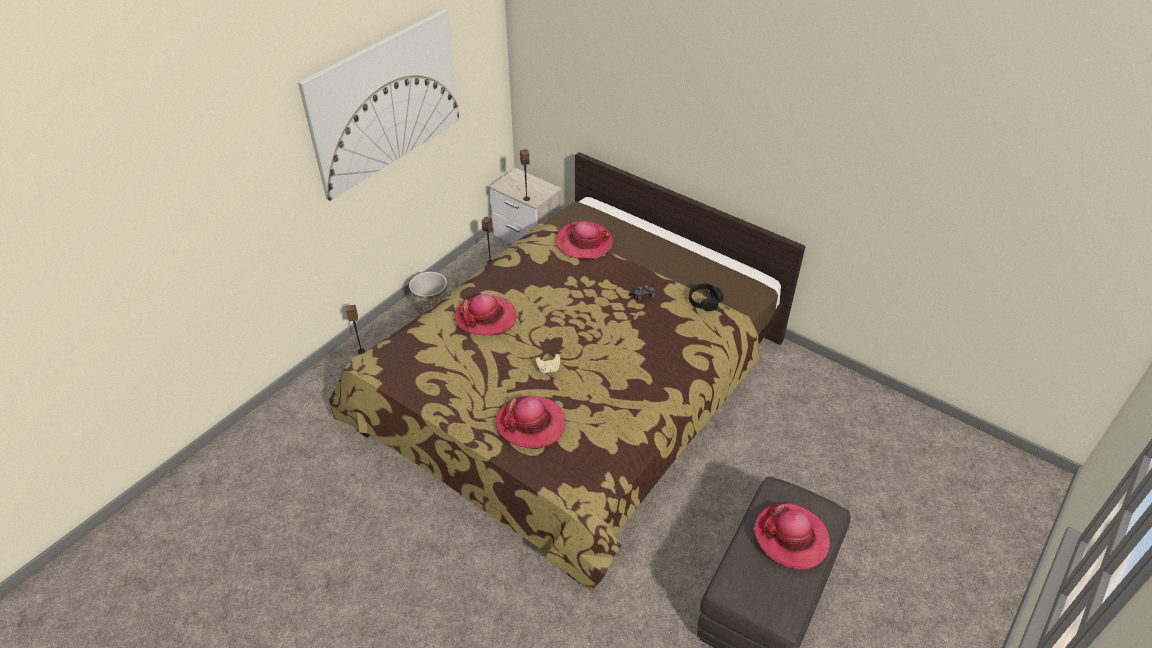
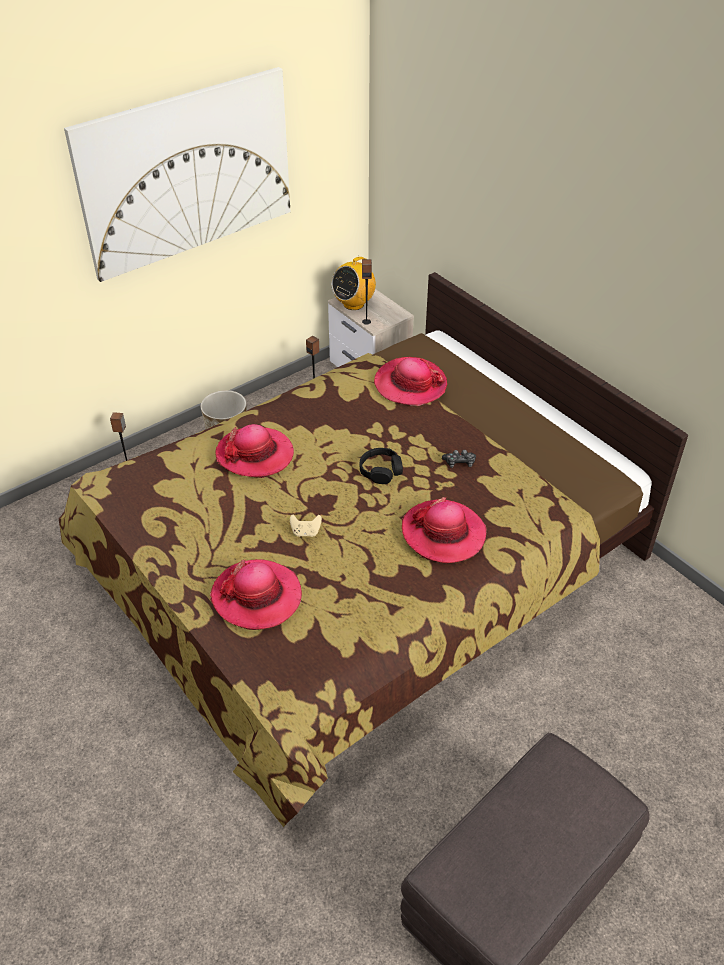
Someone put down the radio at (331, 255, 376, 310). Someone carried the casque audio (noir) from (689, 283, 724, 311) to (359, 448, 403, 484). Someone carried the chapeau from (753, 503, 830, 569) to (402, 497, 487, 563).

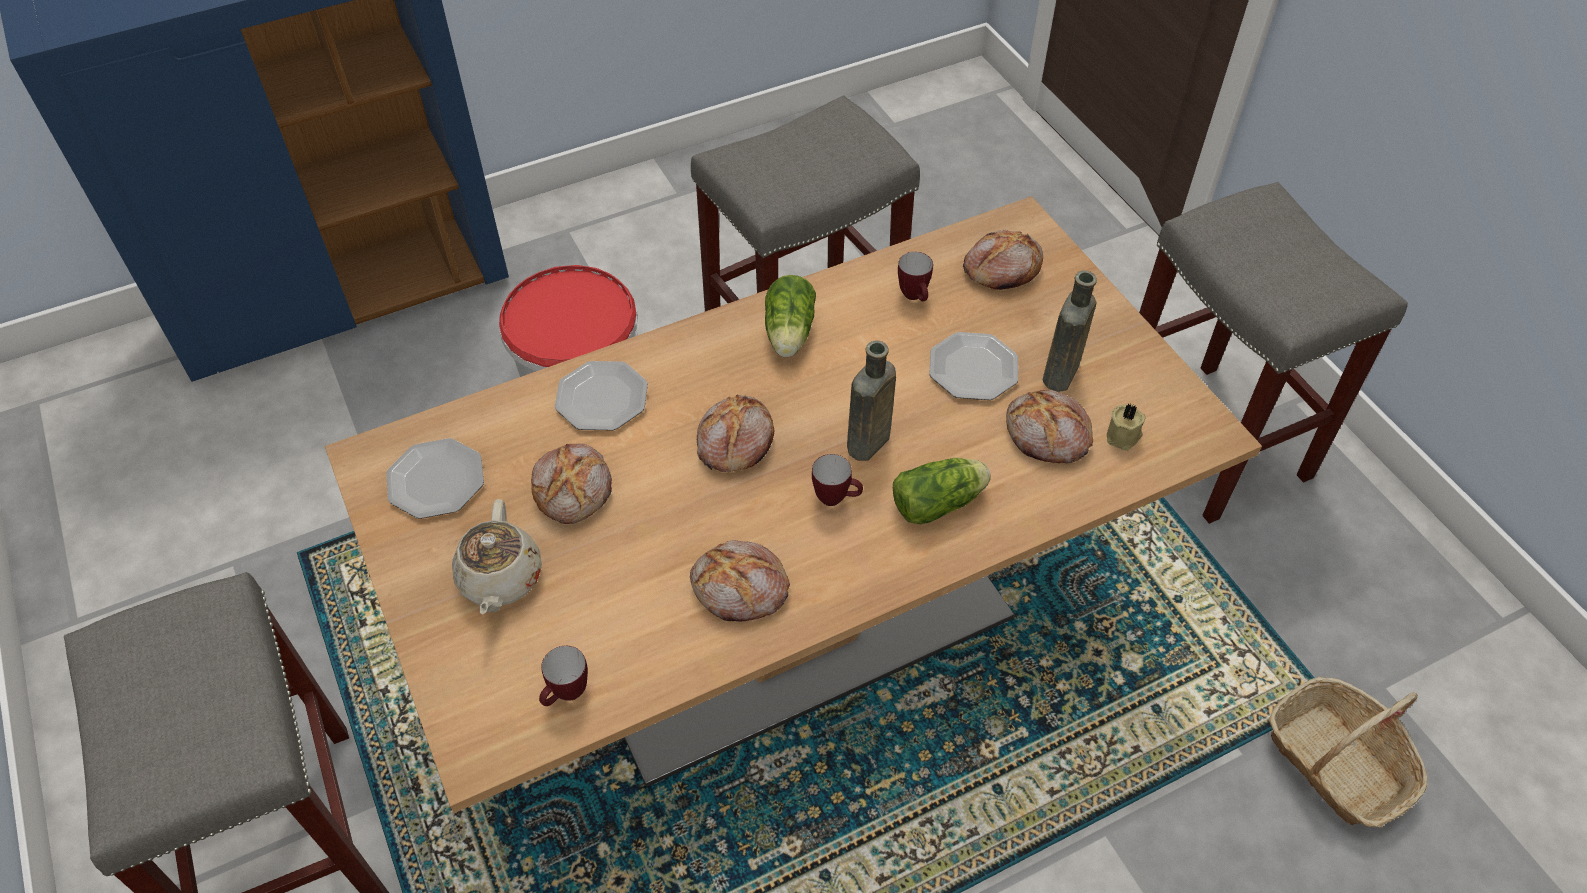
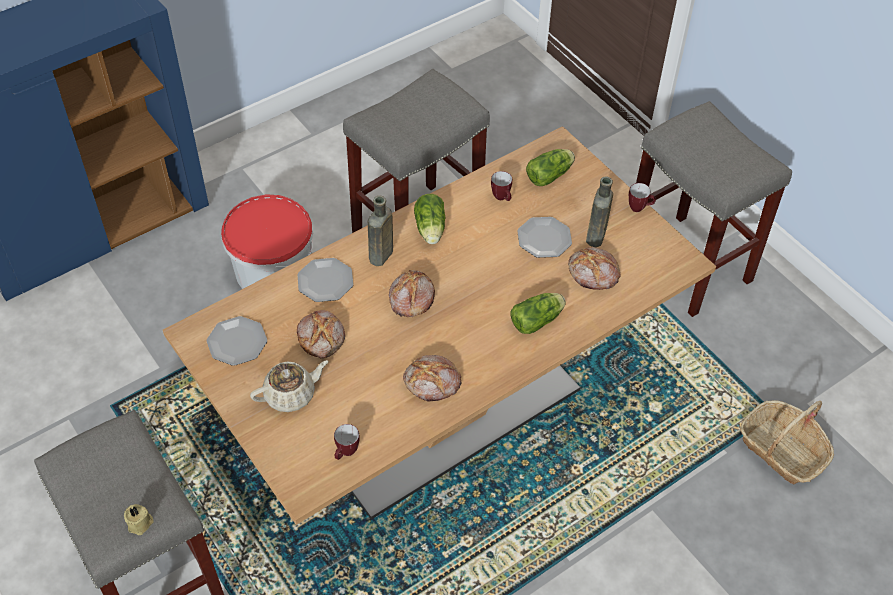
Someone carried the bougie (beige) from (1107, 404, 1146, 451) to (124, 504, 154, 535). Someone rotated the théière (beige) at (452, 499, 542, 615) by 105 degrees counterclockwise. Someone carried the bouteille (marron) from (847, 341, 896, 461) to (368, 196, 393, 266). Someone swapped the pain at (963, 230, 1043, 290) for the laitue at (526, 149, 575, 186). Someone carried the mug from (812, 454, 863, 506) to (629, 183, 656, 212).

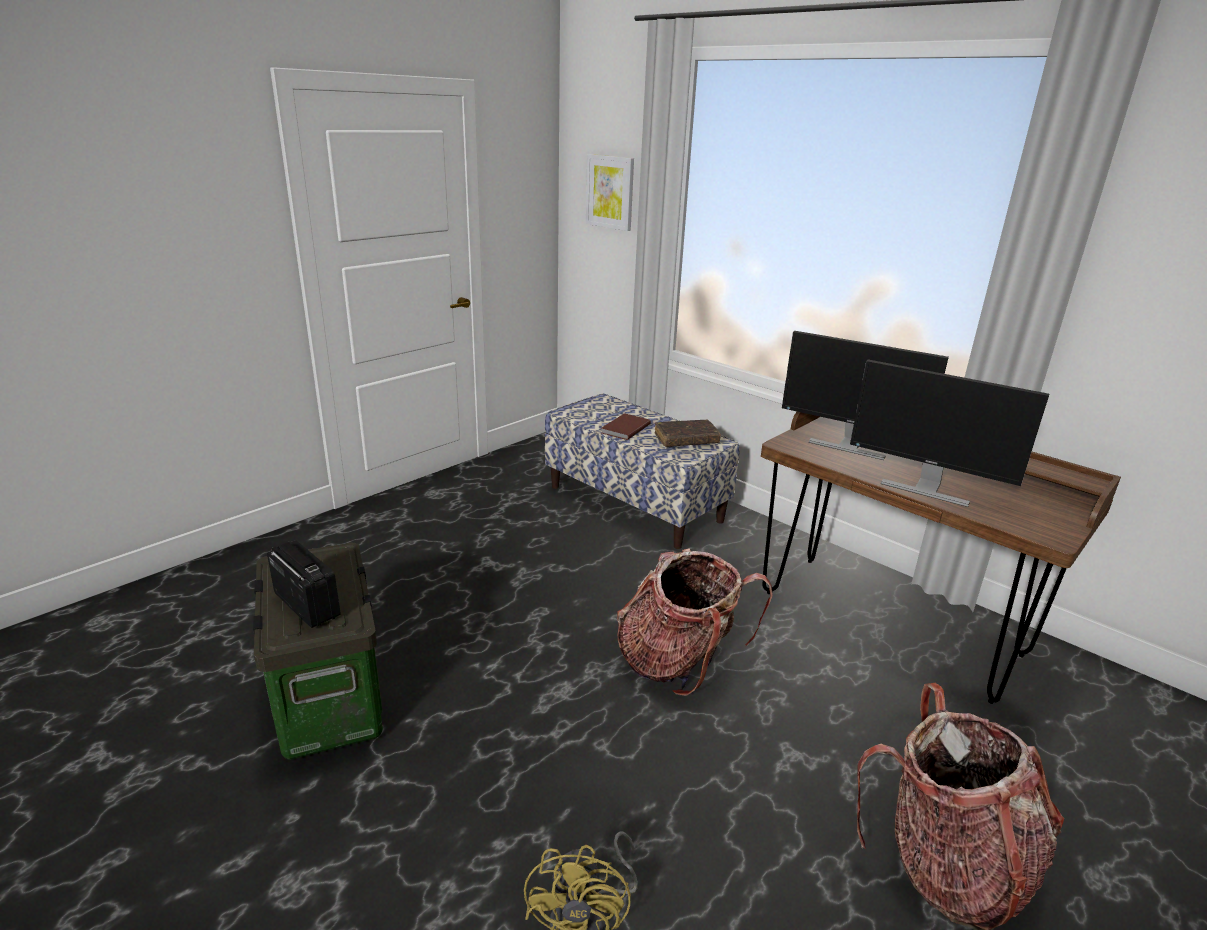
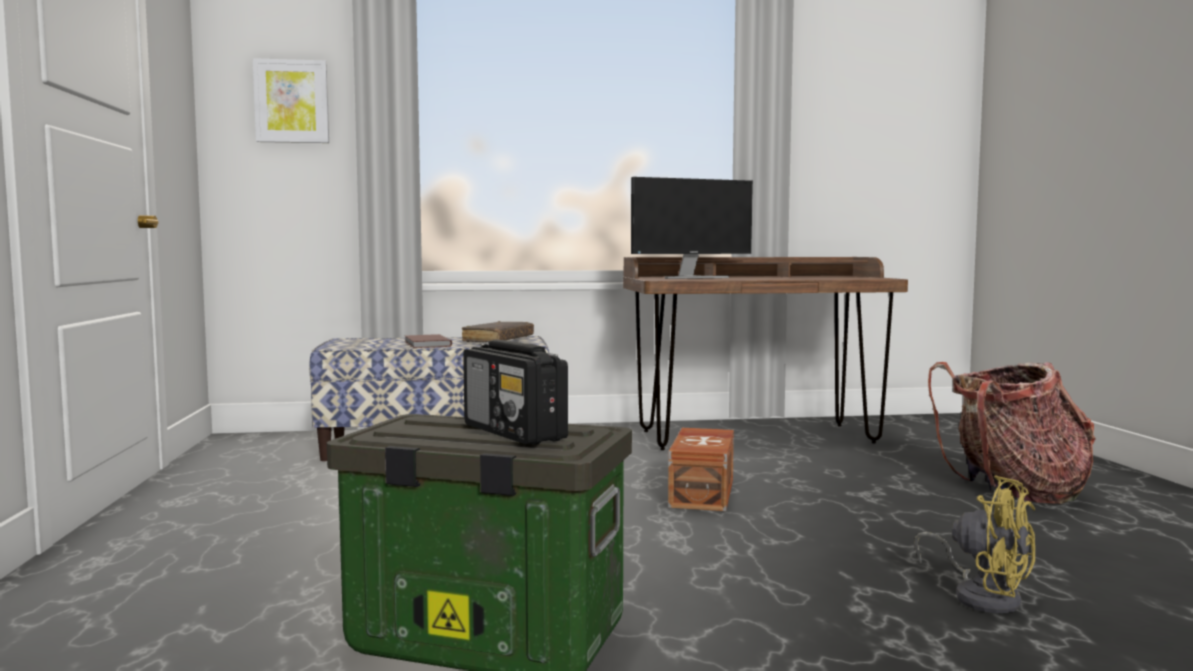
Someone rotated the radio at (267, 540, 341, 628) by 120 degrees counterclockwise. Someone swapped the sac à dos at (617, 548, 773, 696) for the boîte de rangement (marron) at (668, 428, 734, 511). Someone took away the écran d'ordinateur at (850, 359, 1049, 507).

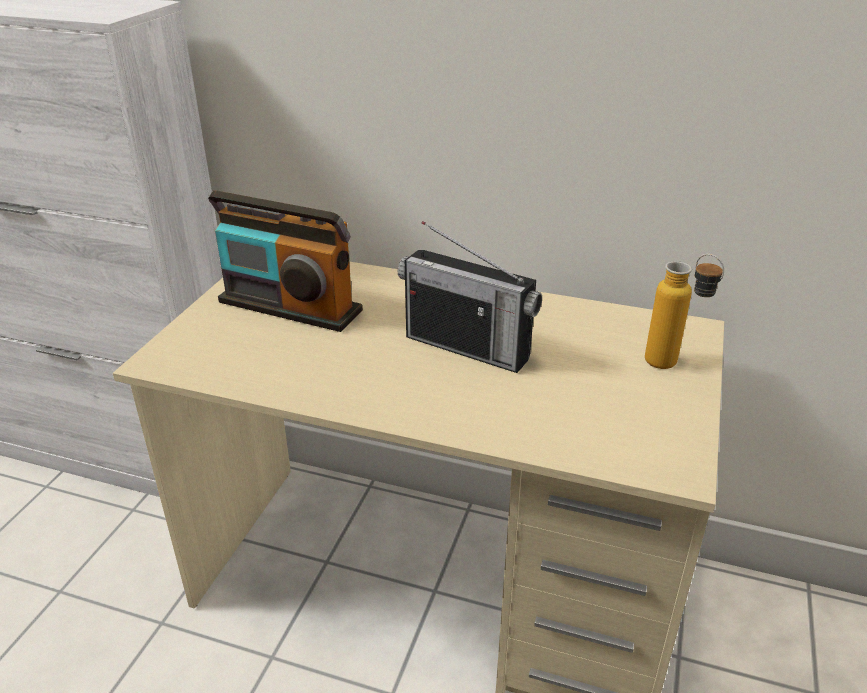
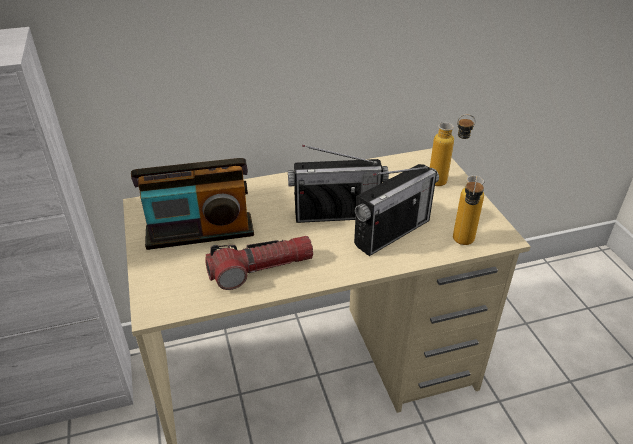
Someone put down the lampe de poche at (205, 236, 313, 290). Someone put down the radio at (354, 164, 439, 256). Someone put down the bouteille at (453, 175, 484, 245).

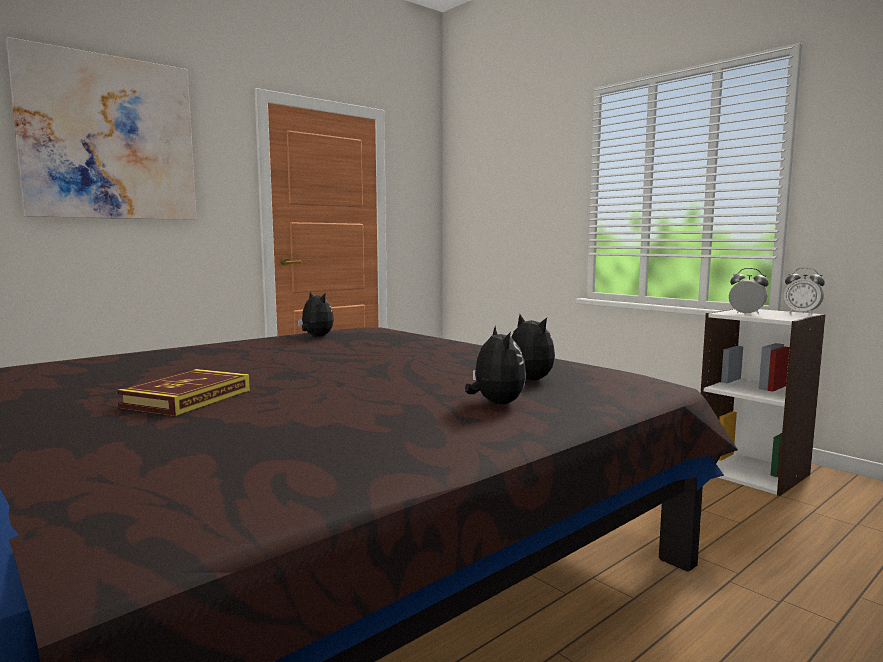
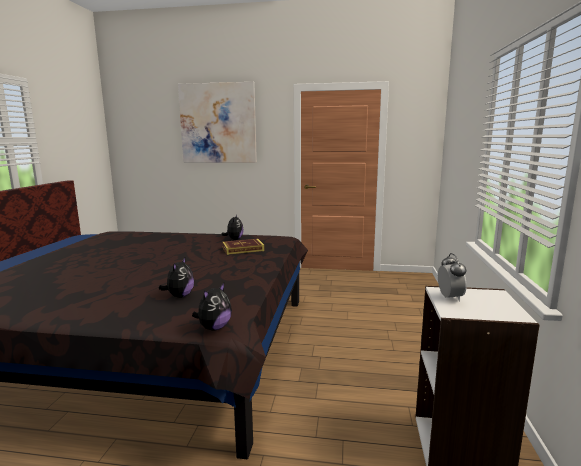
Someone carried the peluche from (465, 325, 526, 404) to (192, 283, 232, 331). Someone carried the livre from (117, 369, 250, 416) to (222, 239, 265, 255). Someone took away the réveil at (784, 267, 825, 315).

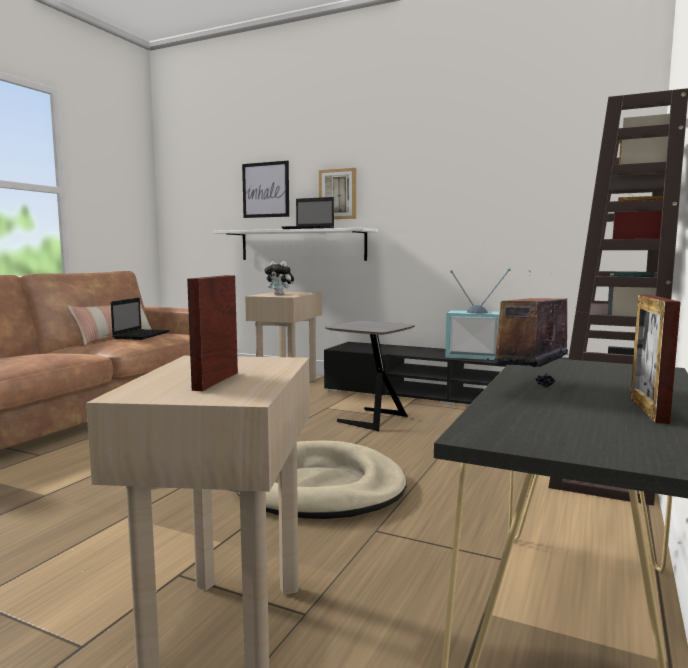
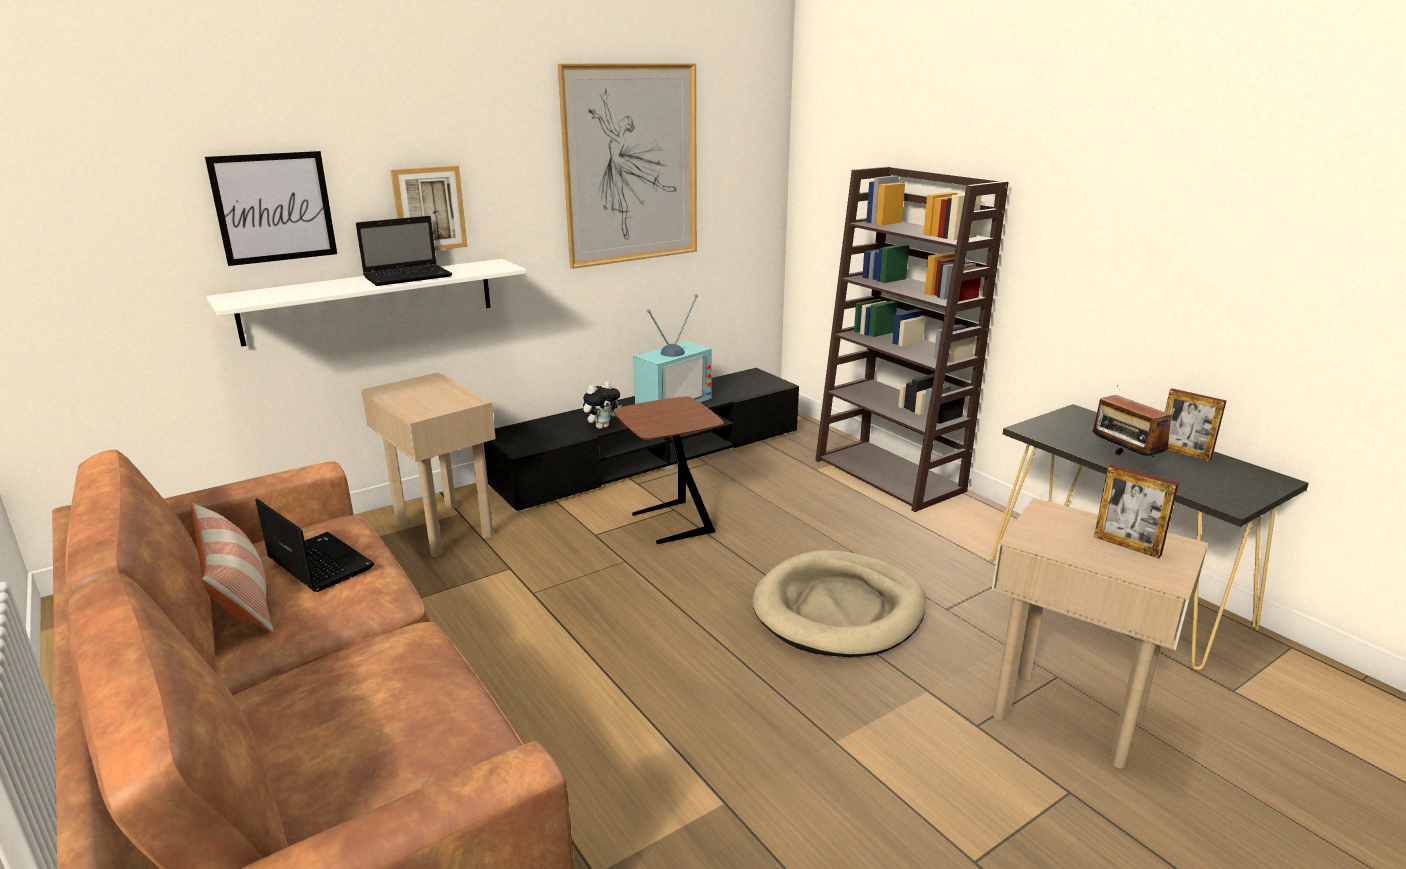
Someone put up the tableau at (558, 63, 697, 269). Someone carried the peluche from (264, 261, 294, 295) to (583, 381, 622, 429). Someone repainted the table d'appoint (gris) at (325, 321, 415, 431), which became the table d'appoint (marron) at (613, 397, 724, 544).

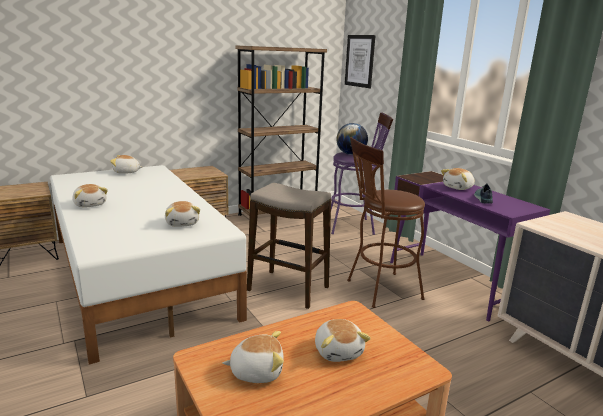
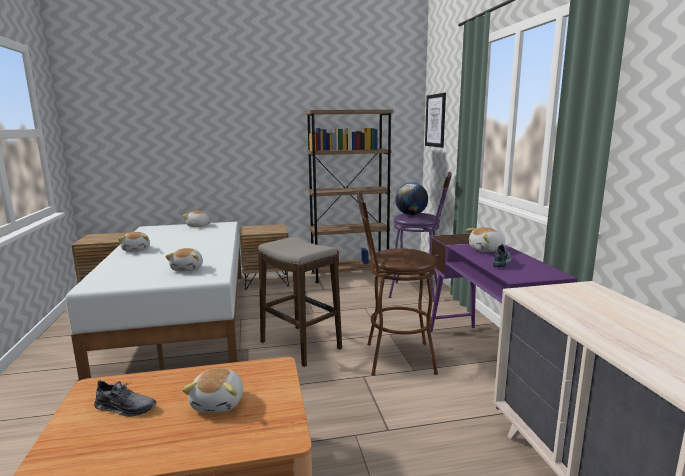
Someone swapped the peluche at (222, 331, 284, 383) for the chaussure (gris) at (94, 380, 156, 417).

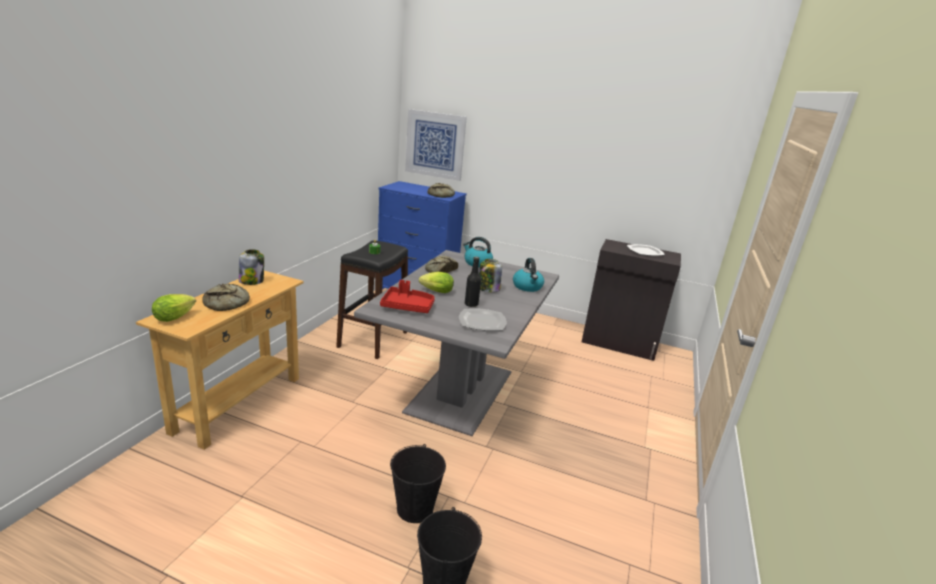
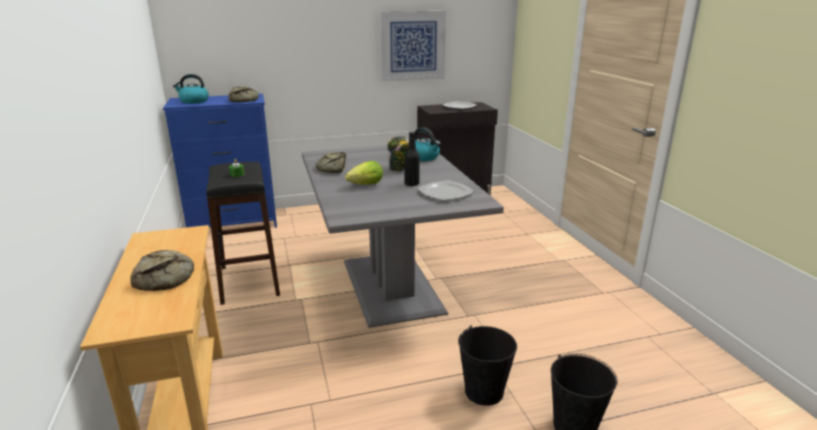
Someone carried the bouilloire from (463, 237, 493, 267) to (173, 74, 209, 104). Someone carried the tableau from (405, 109, 467, 181) to (380, 11, 446, 82). Someone took away the laitue at (152, 294, 196, 322). Someone took away the bocal at (239, 249, 264, 285). Someone took away the plateau (rouge) at (380, 280, 435, 313).

